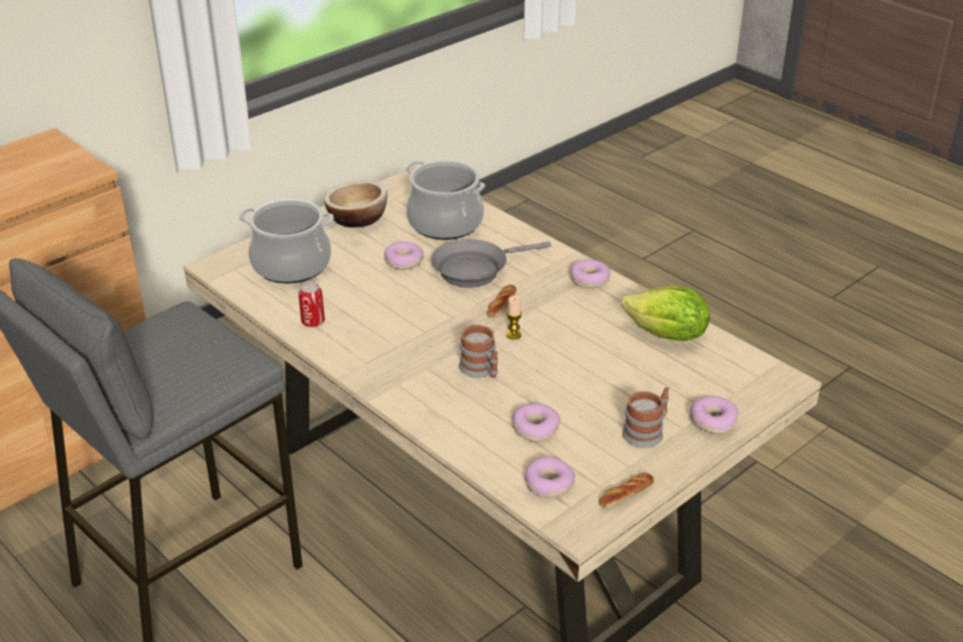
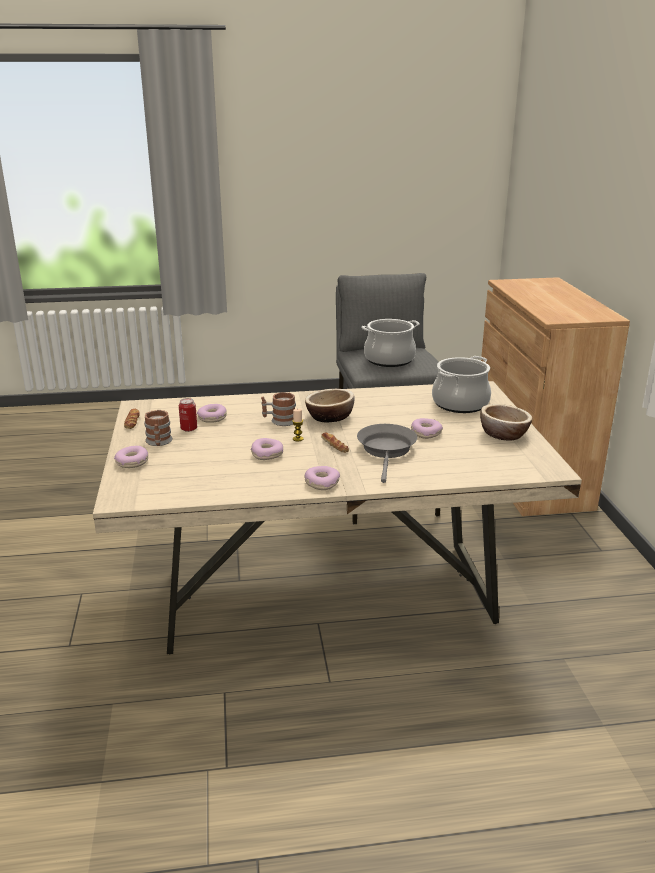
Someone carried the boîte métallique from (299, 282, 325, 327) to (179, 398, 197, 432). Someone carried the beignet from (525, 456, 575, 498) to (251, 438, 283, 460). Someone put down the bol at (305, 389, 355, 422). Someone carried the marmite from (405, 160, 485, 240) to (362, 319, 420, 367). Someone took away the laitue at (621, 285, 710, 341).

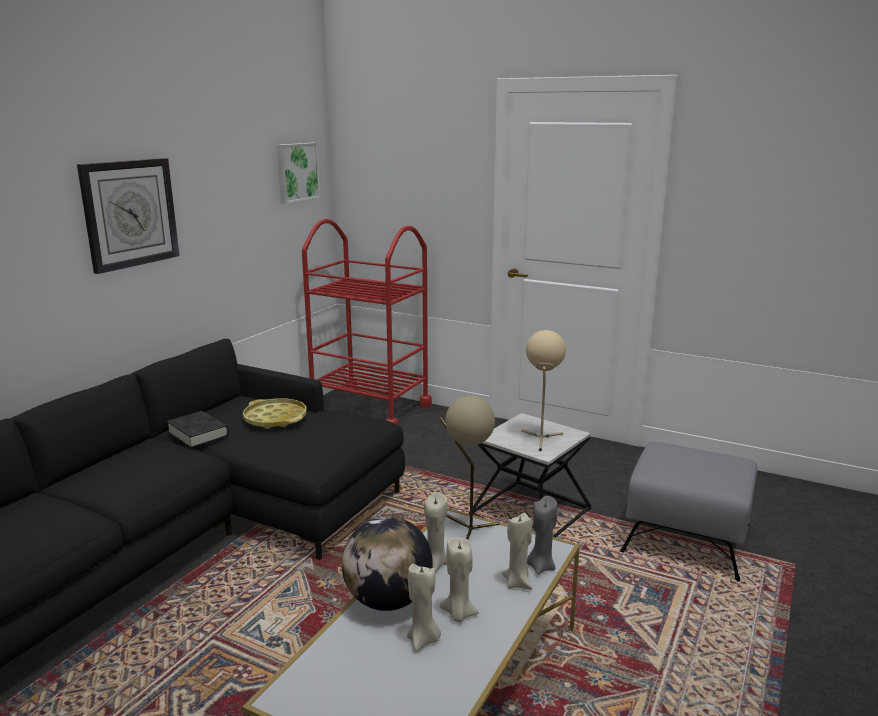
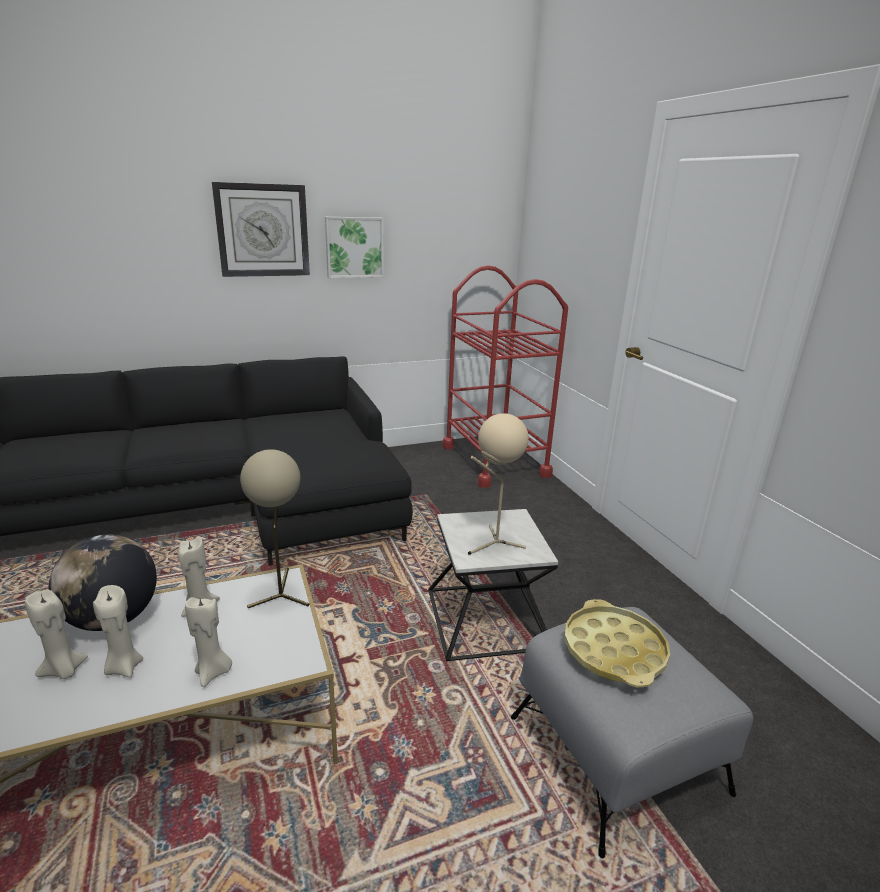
Someone carried the tableau from (277, 143, 320, 204) to (325, 217, 384, 278). Someone carried the plateau (jaune) from (243, 398, 307, 429) to (564, 599, 670, 687). Someone took away the livre (noir) at (166, 411, 229, 448). Someone took away the bougie (gris) at (527, 496, 557, 575).

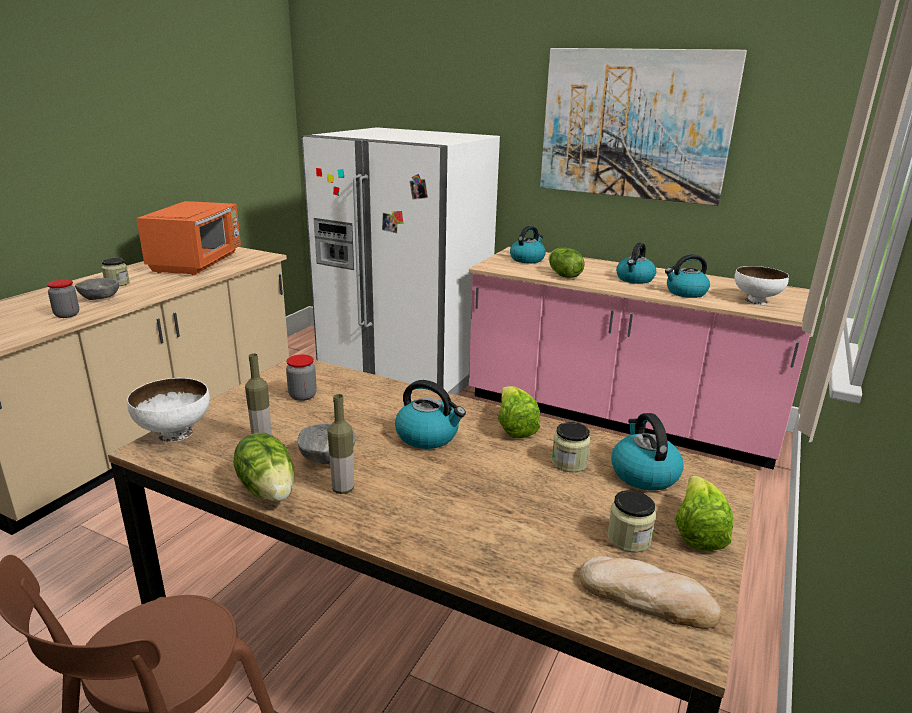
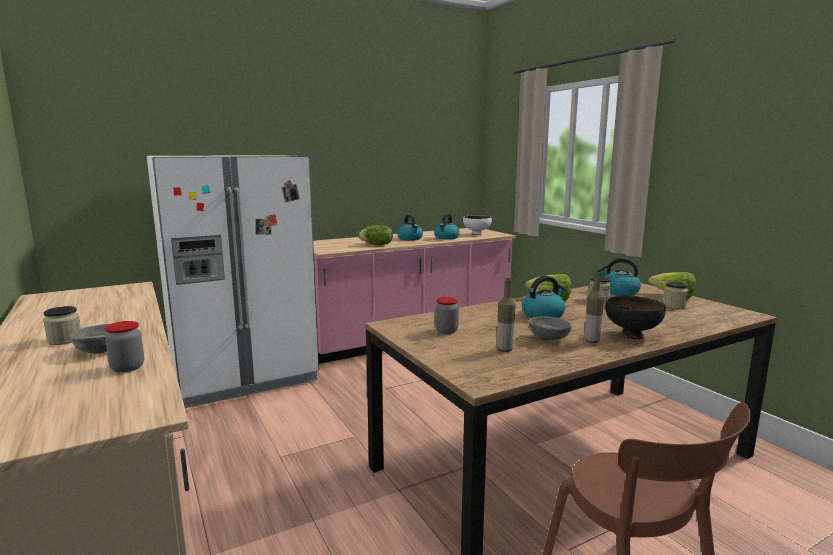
Someone put down the bol (noir) at (605, 296, 666, 339). Someone took away the bol (blanc) at (127, 378, 210, 442). Someone took away the micro-ondes (orange) at (136, 201, 241, 276). Someone took away the laitue at (233, 433, 294, 501). Someone took away the bouilloire at (510, 226, 546, 263). Someone took away the tableau at (540, 48, 747, 206). Someone took away the pain at (579, 556, 722, 629).

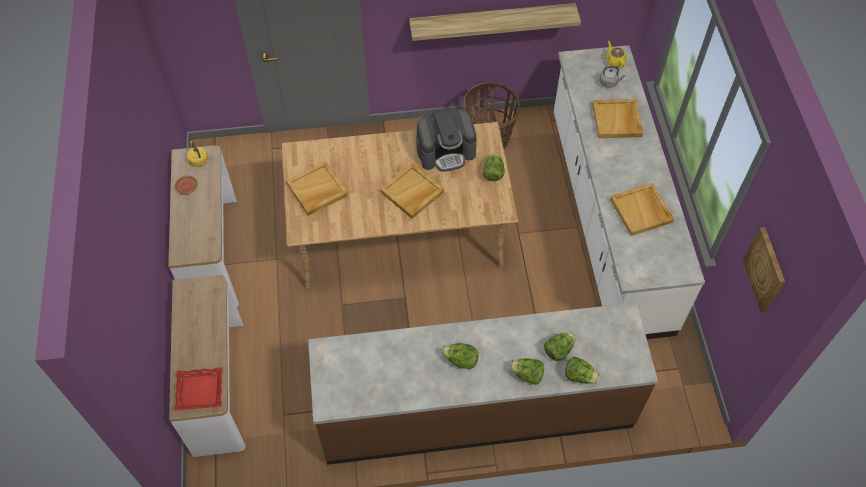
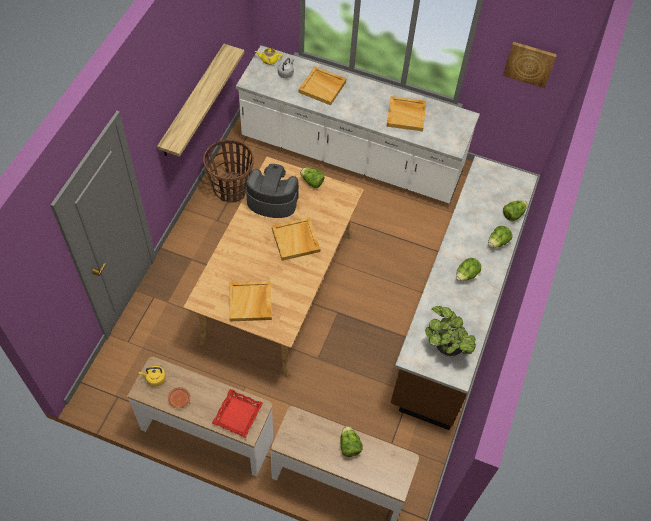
Someone carried the plateau (rouge) from (174, 367, 223, 411) to (212, 389, 263, 438). Someone rotated the machine à café at (416, 108, 477, 172) by 90 degrees counterclockwise. Someone carried the laitue from (544, 332, 576, 361) to (340, 426, 363, 457). Someone put down the plante en pot at (425, 306, 476, 357).

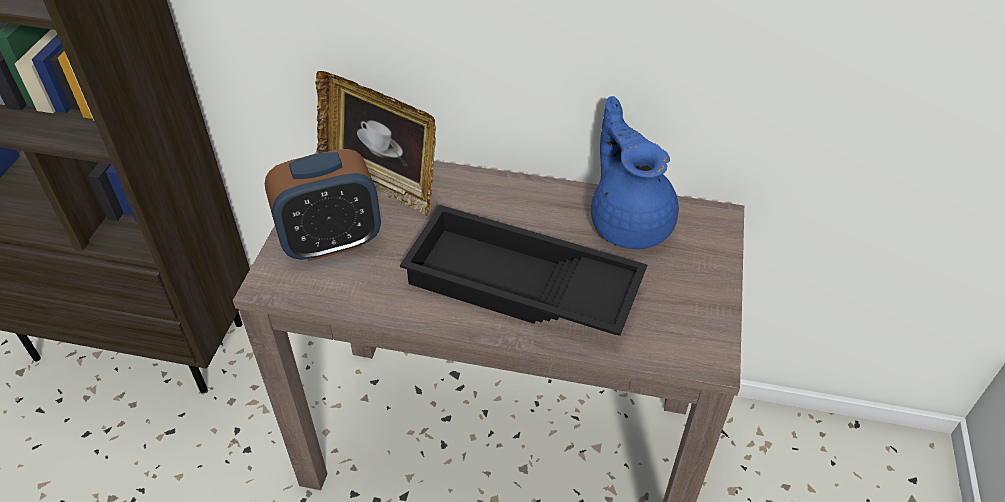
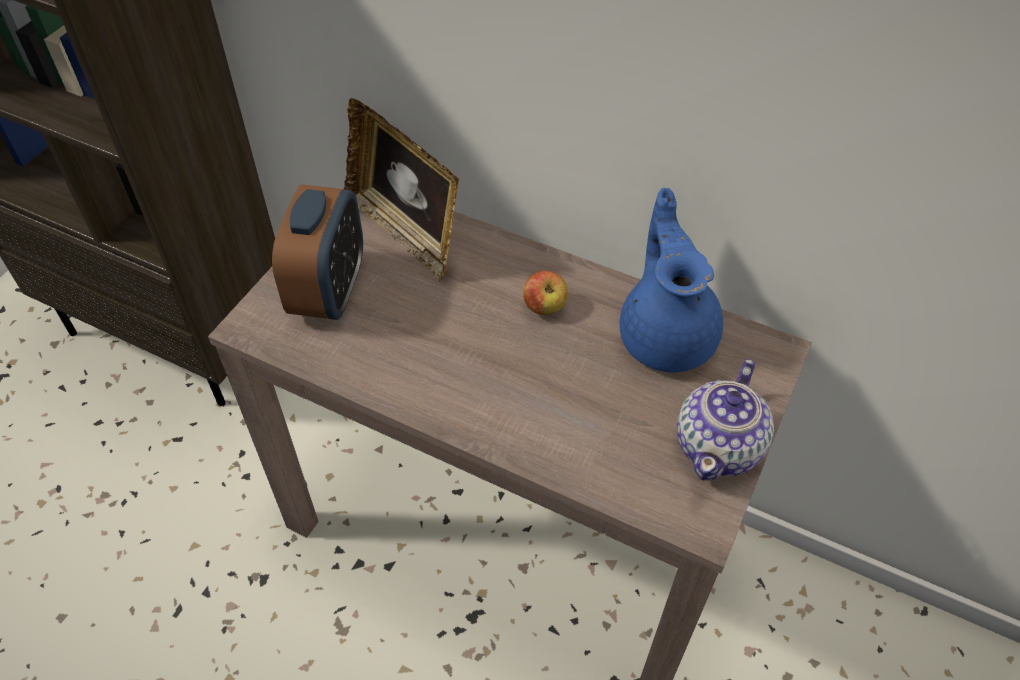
Someone rotated the réveil at (265, 149, 381, 261) by 75 degrees counterclockwise. Someone put down the pomme at (523, 271, 568, 315). Someone put down the théière at (677, 359, 774, 481). Someone took away the plateau (noir) at (400, 205, 647, 336).

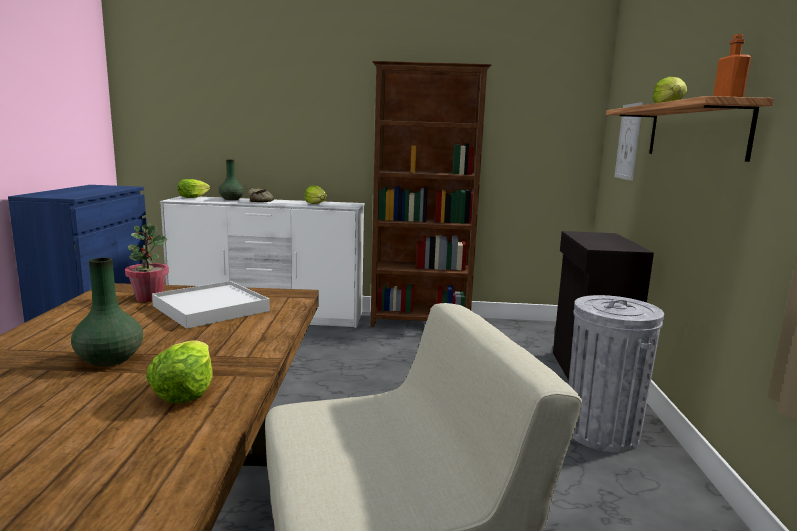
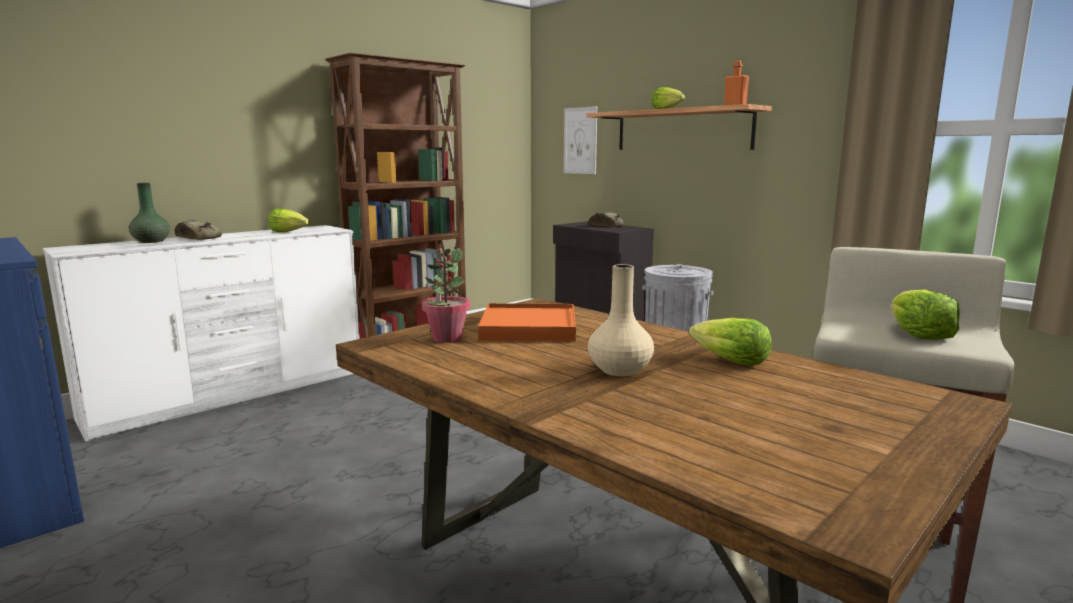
Someone repainted the plateau (blanc) at (152, 281, 270, 329), which became the plateau (orange) at (478, 303, 576, 342). Someone repainted the vase (vert) at (71, 257, 143, 367), which became the vase (beige) at (588, 264, 654, 376). Someone put down the pain at (589, 212, 624, 227). Someone carried the laitue from (178, 179, 210, 198) to (892, 289, 960, 340).

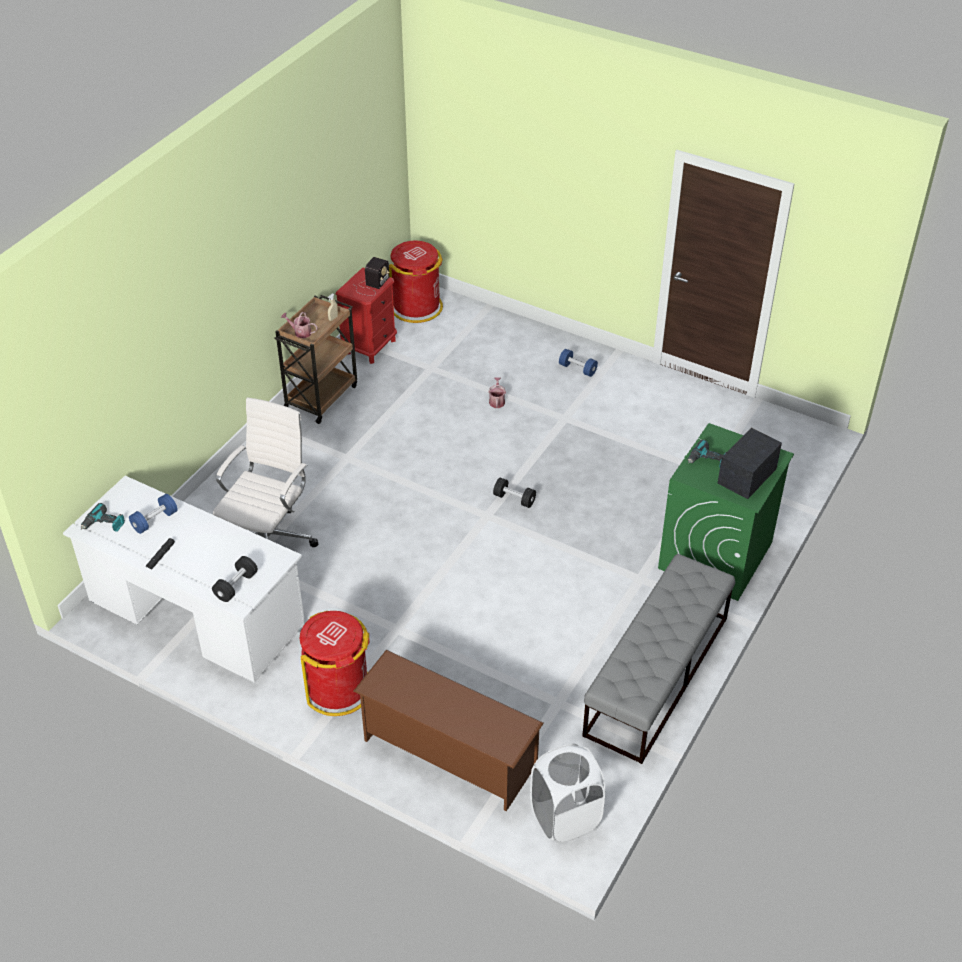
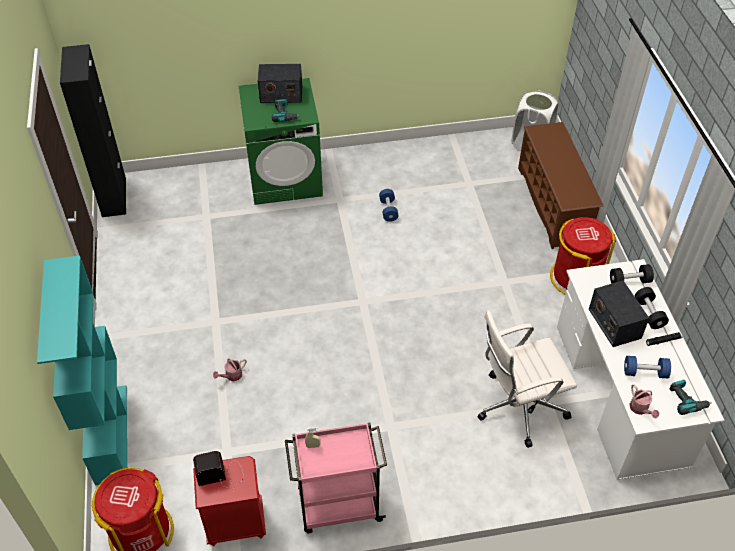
Someone put down the bibliothèque (turquoise) at (37, 256, 127, 486). Someone put down the meuble de rangement (noir) at (60, 44, 126, 217). Someone repainted the chariot (marron) at (274, 295, 357, 424), which became the chariot (rose) at (285, 422, 387, 533). Someone carried the haltère (bleu) from (559, 349, 598, 377) to (379, 189, 398, 222). Someone put down the radio at (589, 281, 649, 347). Someone carried the arrosoir from (281, 312, 317, 338) to (629, 385, 659, 419). Someone carried the haltère (noir) from (493, 478, 536, 508) to (635, 287, 669, 329). Someone took away the banc (gris) at (582, 554, 735, 764).

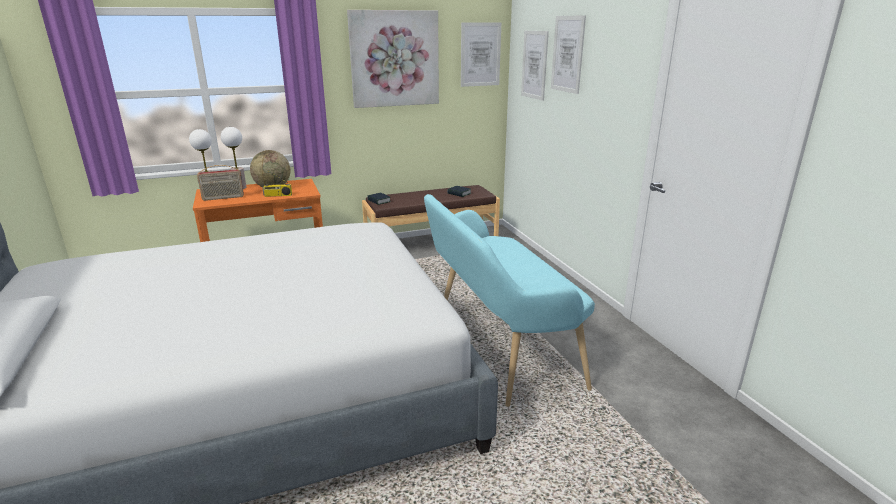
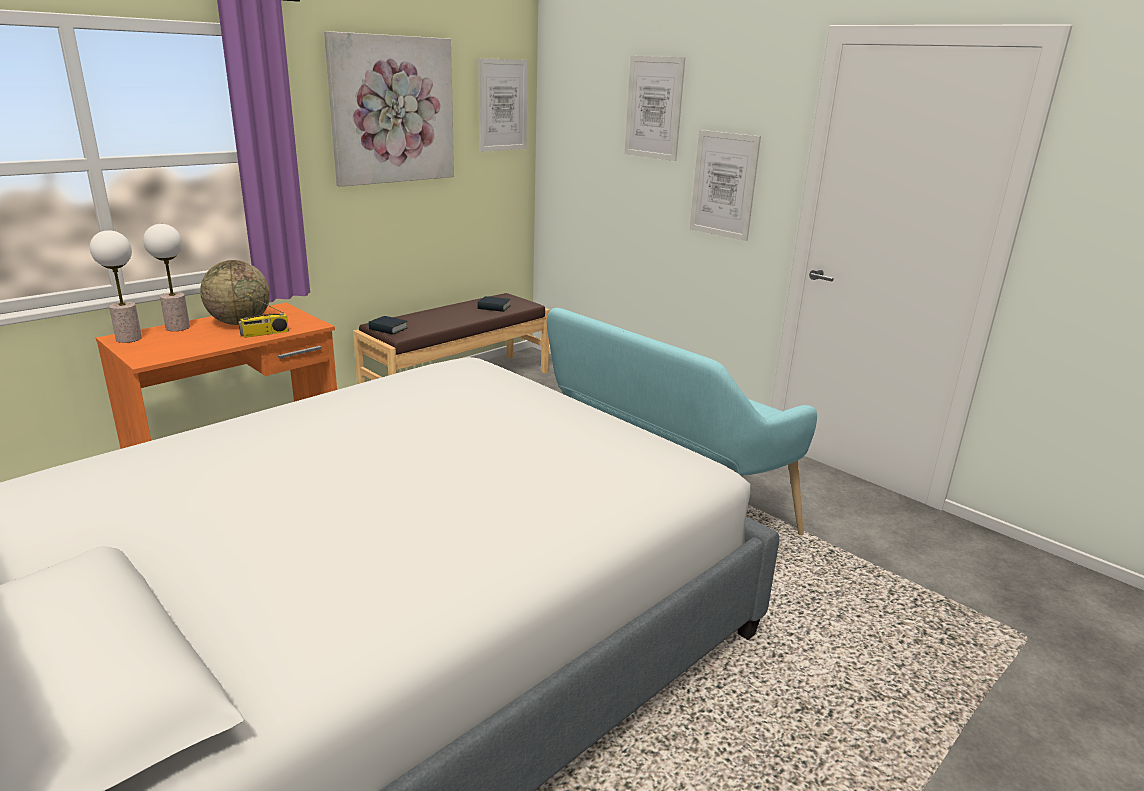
Someone carried the tableau from (521, 31, 549, 101) to (689, 130, 761, 241). Someone took away the radio at (197, 165, 244, 201).

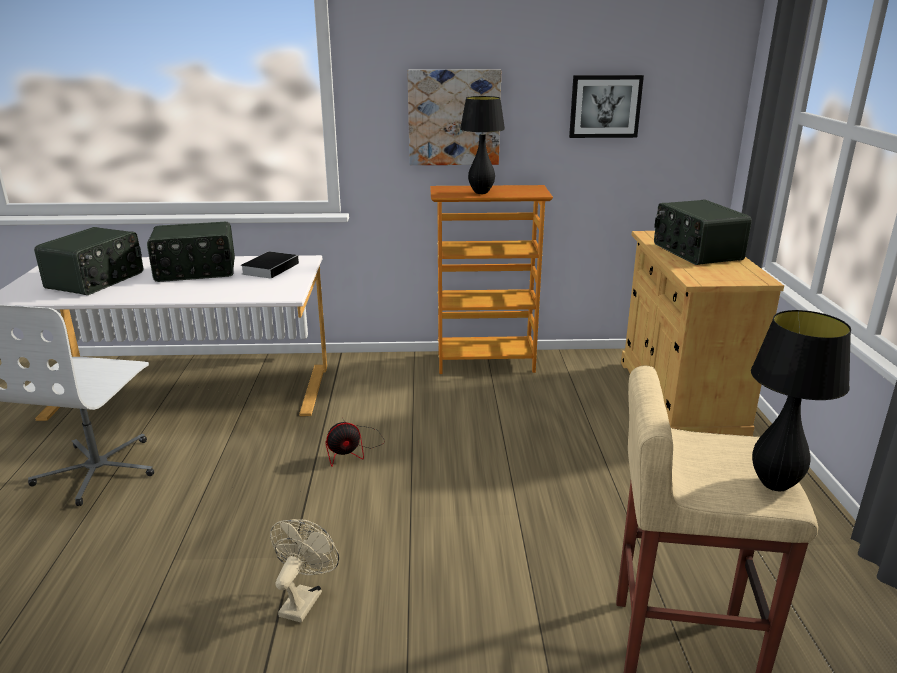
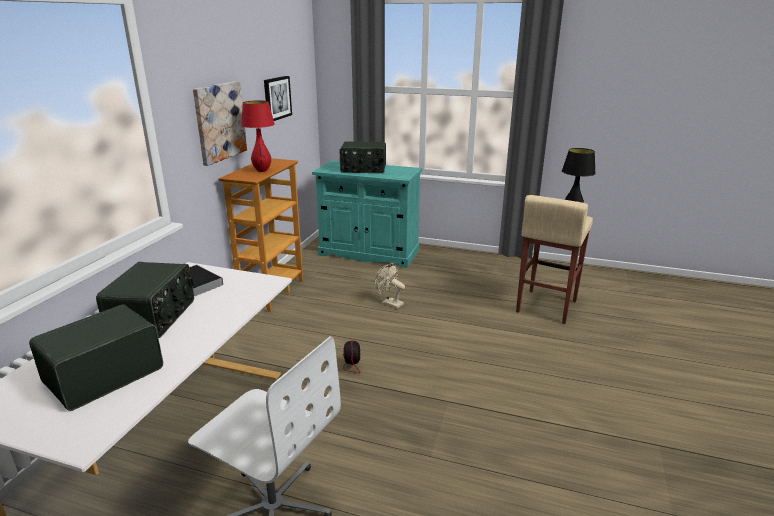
Someone rotated the radio at (34, 227, 143, 295) by 90 degrees counterclockwise. Someone repainted the lampe de table (noir) at (460, 96, 505, 194), which became the lampe de table (rouge) at (241, 100, 275, 172). Someone repainted the meuble de rangement (beige) at (621, 231, 784, 436), which became the meuble de rangement (turquoise) at (312, 161, 422, 268). Someone carried the ventilateur (beige) from (270, 519, 339, 623) to (375, 263, 405, 309).

